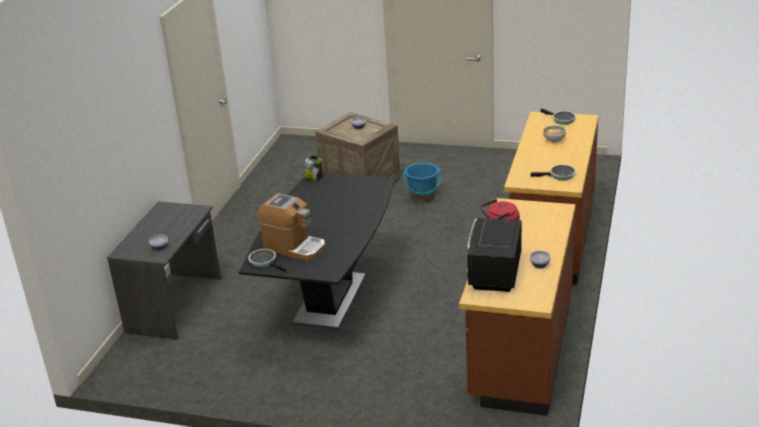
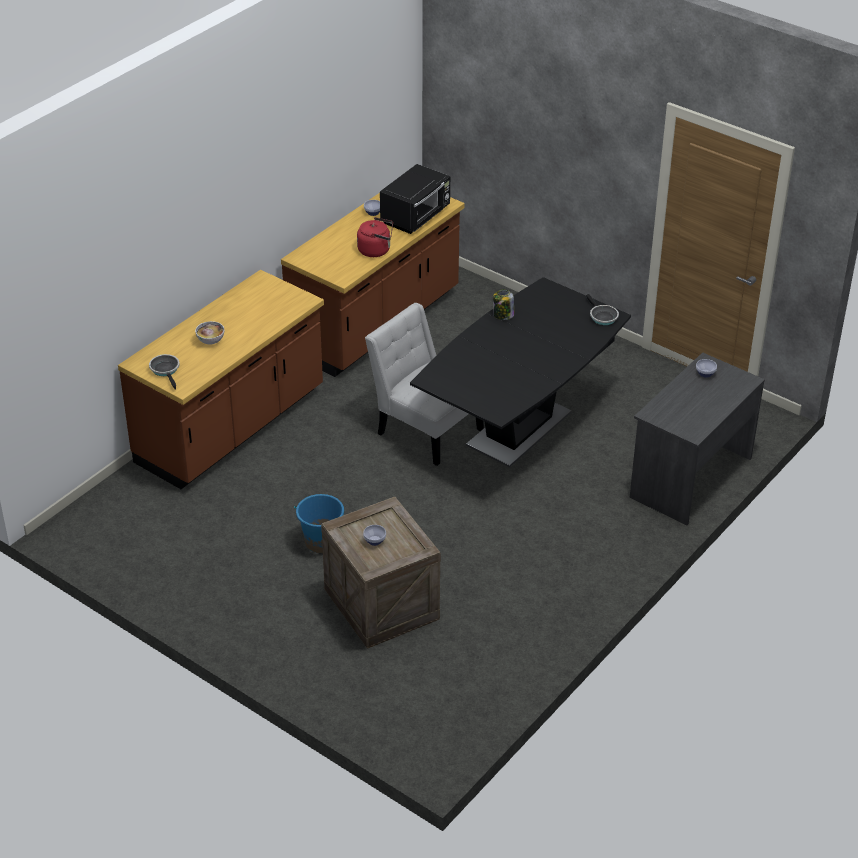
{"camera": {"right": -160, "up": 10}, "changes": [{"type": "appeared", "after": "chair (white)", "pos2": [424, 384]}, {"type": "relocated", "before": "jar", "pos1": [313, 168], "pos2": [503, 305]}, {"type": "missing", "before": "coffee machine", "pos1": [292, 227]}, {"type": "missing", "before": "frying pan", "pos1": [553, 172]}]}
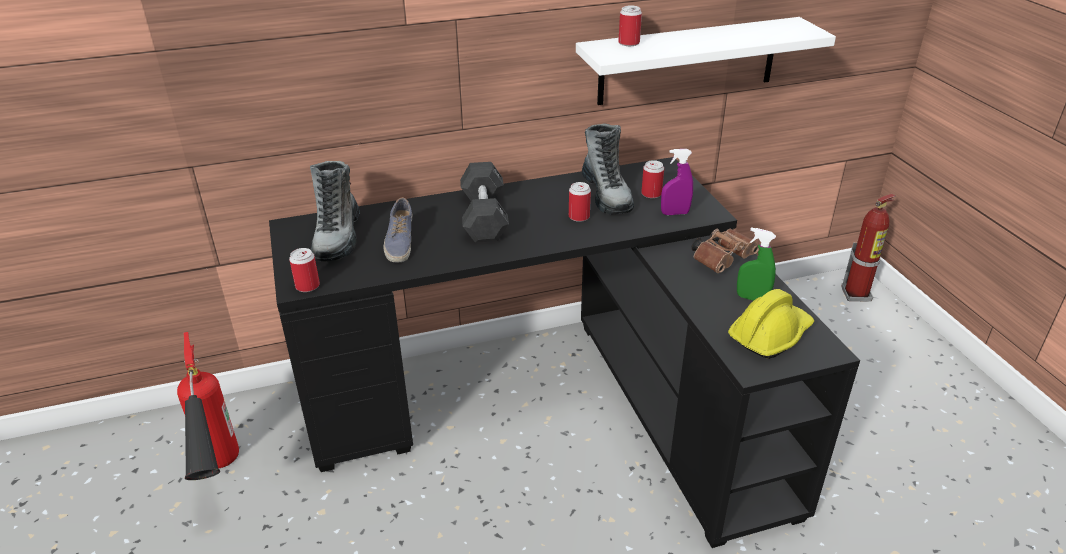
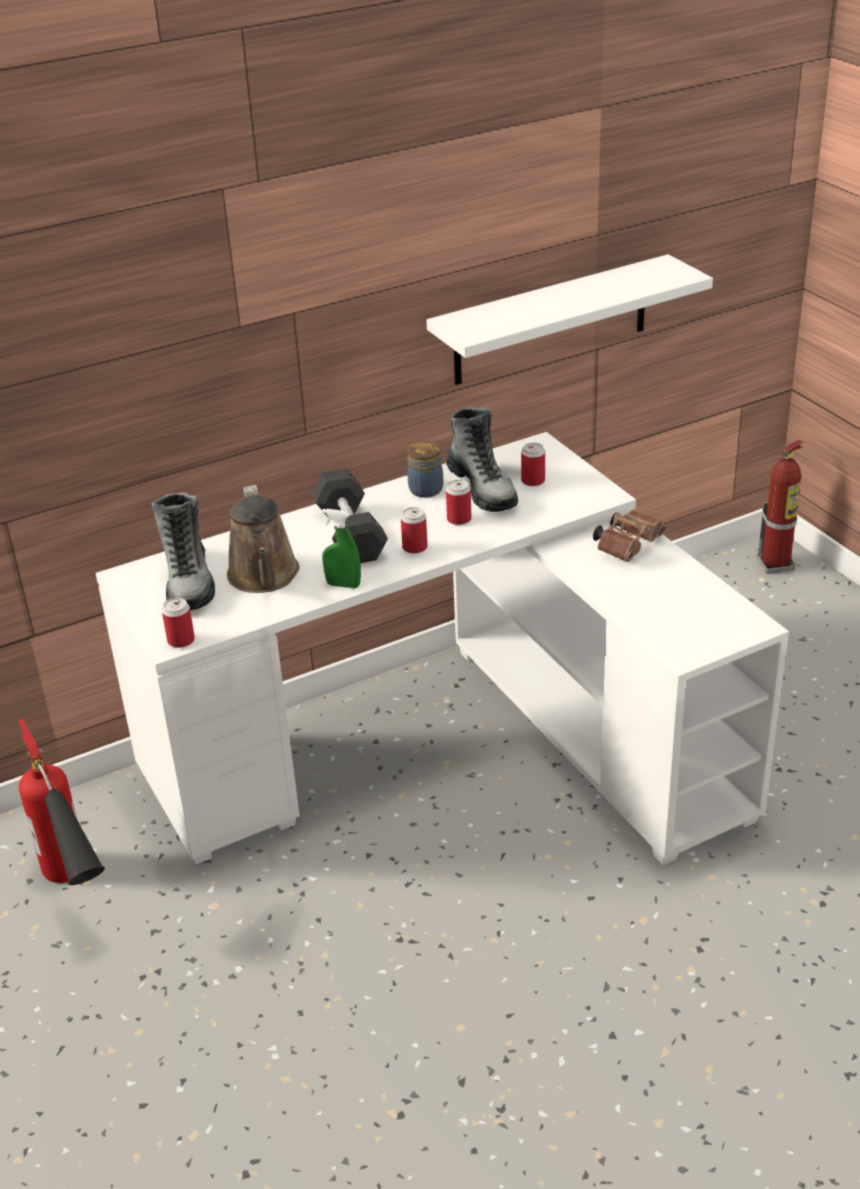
{"camera": {"right": -10, "up": 0}, "changes": [{"type": "colour", "before": "desk (black)", "after": "desk (white)", "pos1": [564, 352], "pos2": [442, 648]}, {"type": "exchanged", "before": "shoe", "after": "watering can (brown)", "pos1": [397, 229], "pos2": [263, 539]}, {"type": "relocated", "before": "spray bottle (green)", "pos1": [756, 264], "pos2": [341, 548]}, {"type": "relocated", "before": "can", "pos1": [630, 25], "pos2": [414, 530]}, {"type": "appeared", "after": "jar", "pos2": [425, 469]}, {"type": "missing", "before": "spray bottle (purple)", "pos1": [677, 182]}, {"type": "missing", "before": "hard hat (yellow)", "pos1": [771, 324]}]}
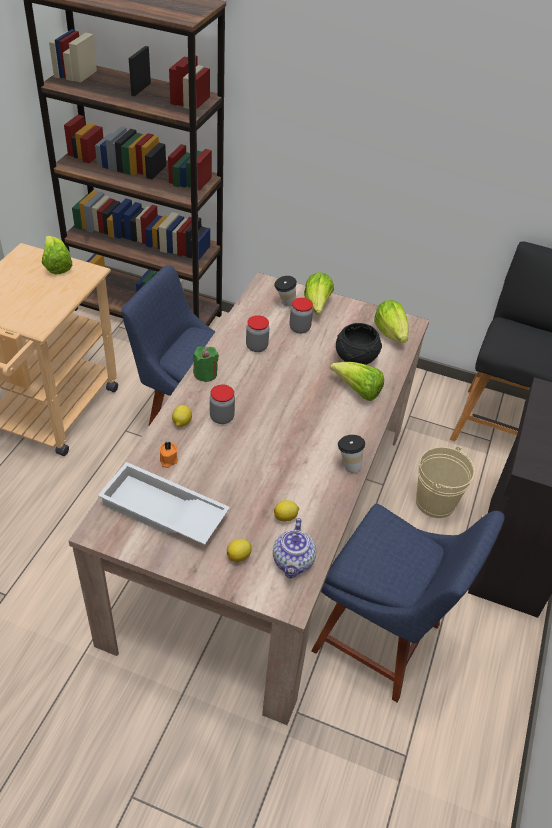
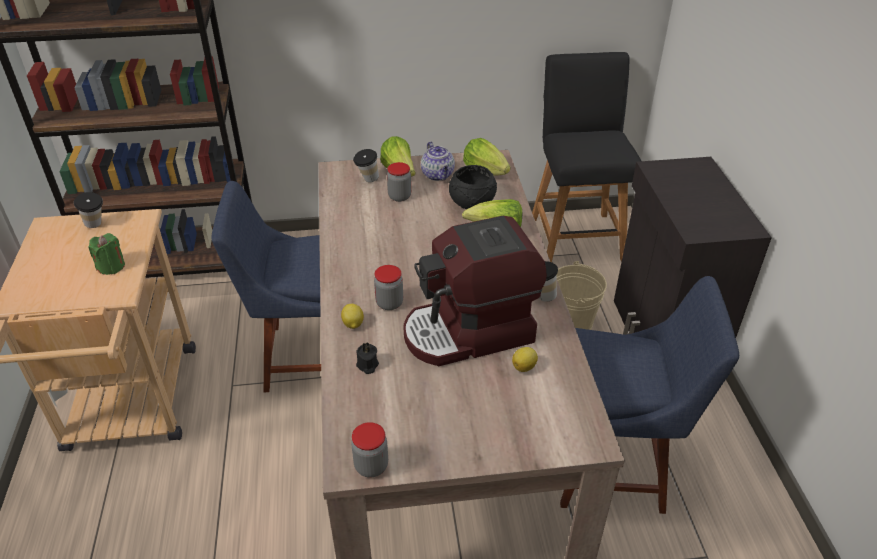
{"camera": {"right": -25, "up": -5}, "changes": [{"type": "exchanged", "before": "lettuce", "after": "cup", "pos1": [57, 255], "pos2": [88, 210]}, {"type": "relocated", "before": "candle (green)", "pos1": [206, 364], "pos2": [106, 254]}, {"type": "relocated", "before": "jar", "pos1": [257, 333], "pos2": [369, 450]}, {"type": "colour", "before": "candle (orange)", "after": "candle (black)", "pos1": [169, 454], "pos2": [367, 358]}, {"type": "appeared", "after": "coffee machine", "pos2": [475, 291]}, {"type": "relocated", "before": "teapot", "pos1": [294, 548], "pos2": [438, 161]}, {"type": "missing", "before": "tray (white)", "pos1": [164, 503]}, {"type": "missing", "before": "lemon", "pos1": [239, 550]}]}
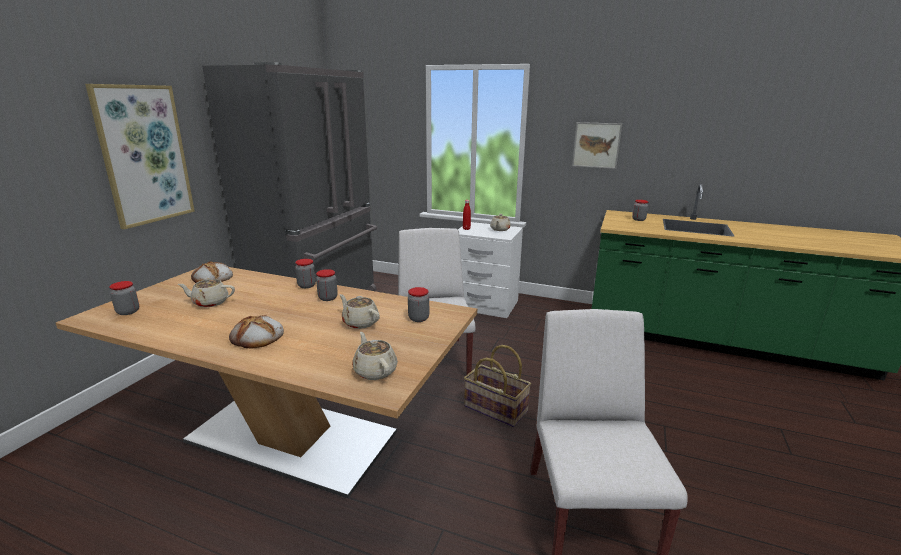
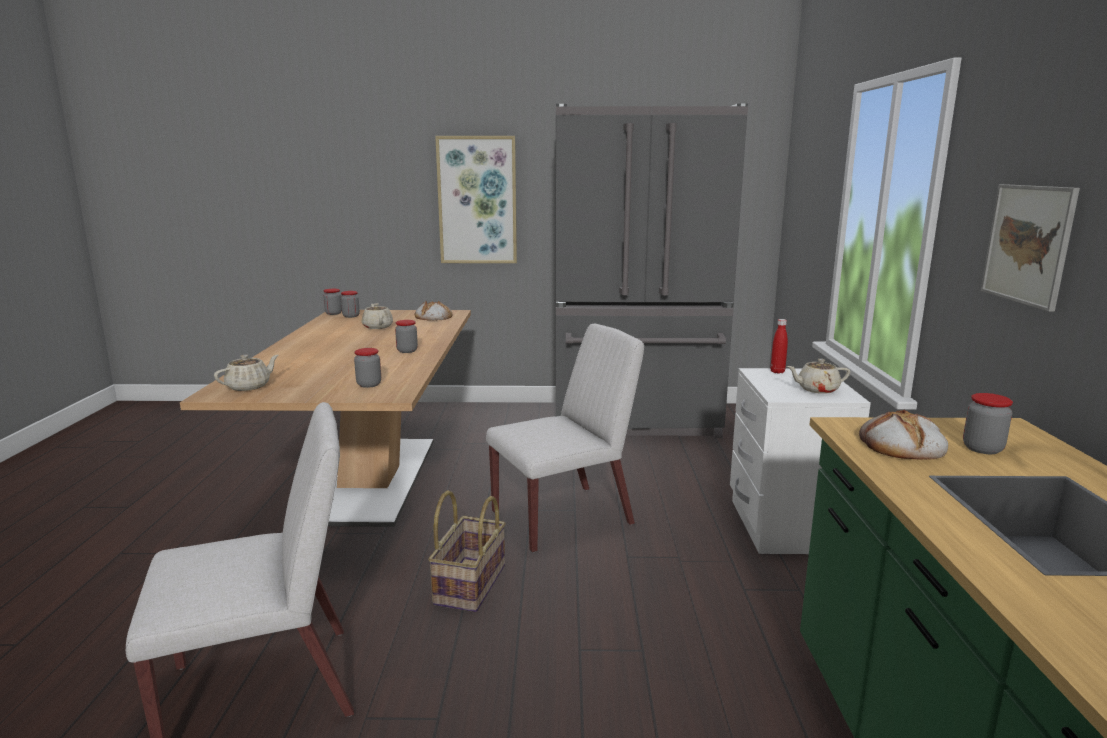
{"camera": {"right": 70, "up": -5}, "changes": [{"type": "relocated", "before": "jar", "pos1": [305, 273], "pos2": [332, 302]}, {"type": "relocated", "before": "bread", "pos1": [256, 332], "pos2": [903, 434]}, {"type": "missing", "before": "teapot (beige)", "pos1": [359, 311]}]}
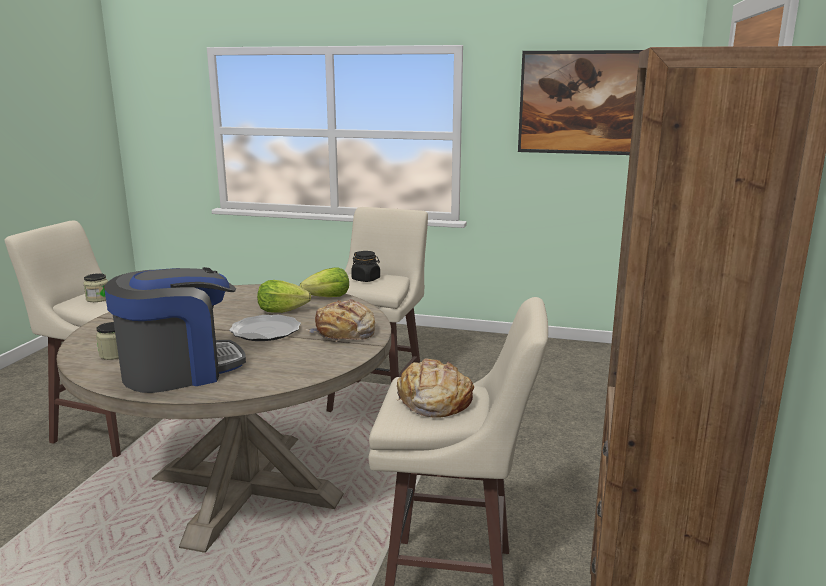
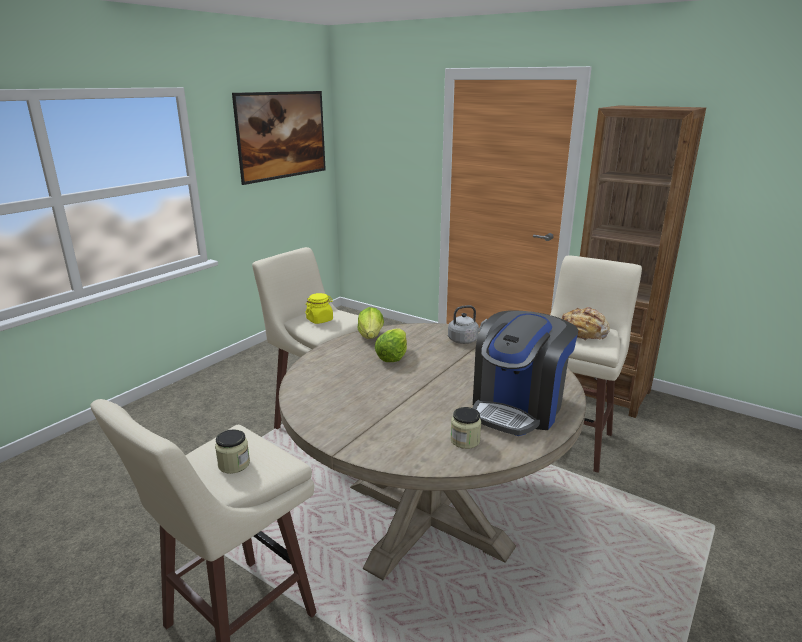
{"camera": {"right": -70, "up": 5}, "changes": [{"type": "colour", "before": "jar (black)", "after": "jar (yellow)", "pos1": [365, 266], "pos2": [319, 308]}, {"type": "exchanged", "before": "bread", "after": "kettle (grey)", "pos1": [340, 320], "pos2": [467, 324]}, {"type": "spun", "before": "coffee machine", "pos1": [175, 330], "pos2": [525, 373], "turn": -135}, {"type": "missing", "before": "plate", "pos1": [265, 328]}]}
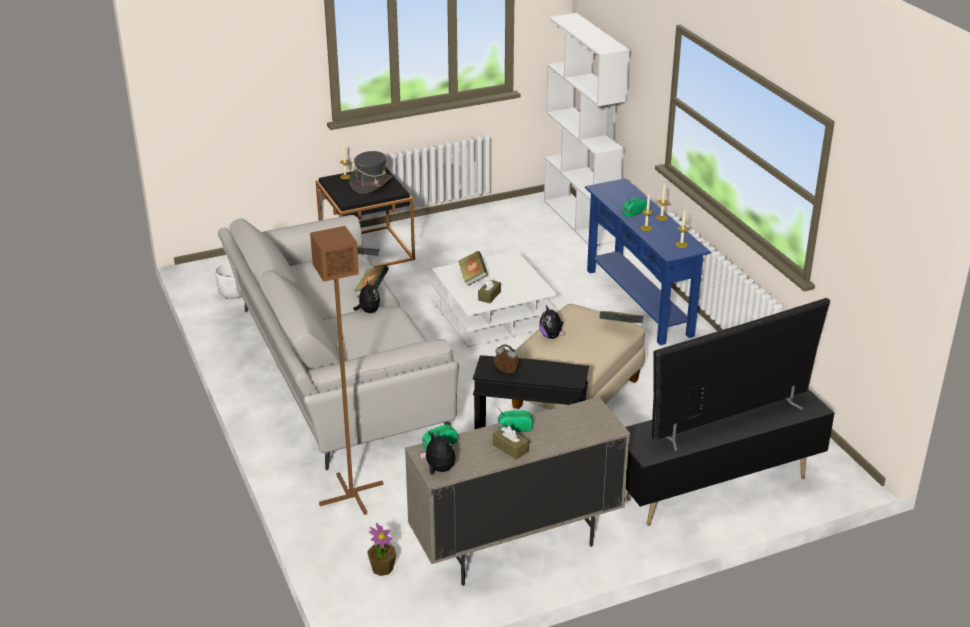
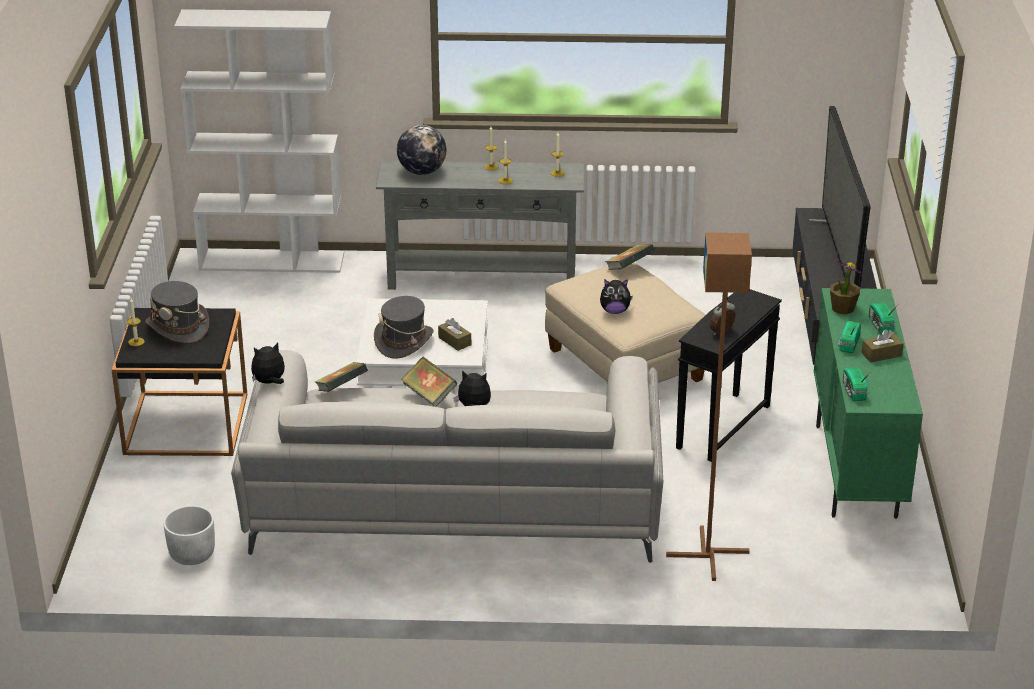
{"camera": {"right": -65, "up": 0}, "changes": [{"type": "relocated", "before": "plush toy", "pos1": [437, 453], "pos2": [268, 363]}, {"type": "exchanged", "before": "book", "after": "hat (grey)", "pos1": [473, 268], "pos2": [404, 327]}, {"type": "colour", "before": "console table (blue)", "after": "console table (grey)", "pos1": [648, 261], "pos2": [480, 225]}, {"type": "appeared", "after": "globe", "pos2": [421, 150]}, {"type": "colour", "before": "cabinet (beige)", "after": "cabinet (green)", "pos1": [517, 491], "pos2": [867, 403]}, {"type": "relocated", "before": "potted plant", "pos1": [381, 549], "pos2": [846, 287]}, {"type": "relocated", "before": "radio", "pos1": [634, 207], "pos2": [883, 318]}]}
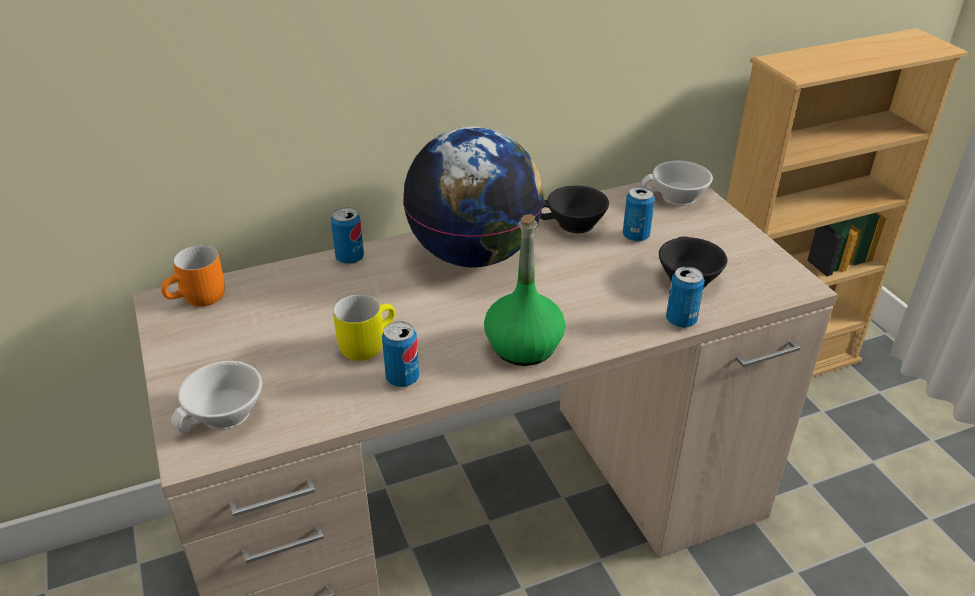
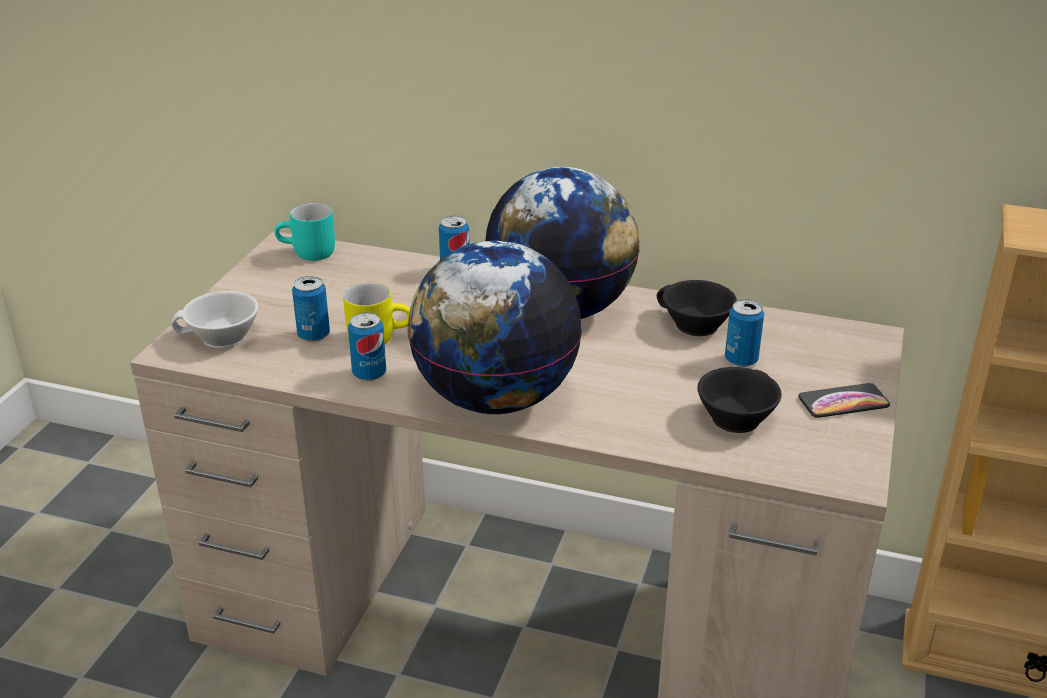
{"camera": {"right": 40, "up": -5}, "changes": [{"type": "colour", "before": "mug (orange)", "after": "mug (turquoise)", "pos1": [193, 276], "pos2": [305, 232]}, {"type": "relocated", "before": "can", "pos1": [685, 297], "pos2": [311, 309]}, {"type": "exchanged", "before": "bottle (green)", "after": "globe", "pos1": [524, 290], "pos2": [494, 327]}, {"type": "appeared", "after": "phone", "pos2": [844, 400]}, {"type": "missing", "before": "cup (white)", "pos1": [677, 183]}]}
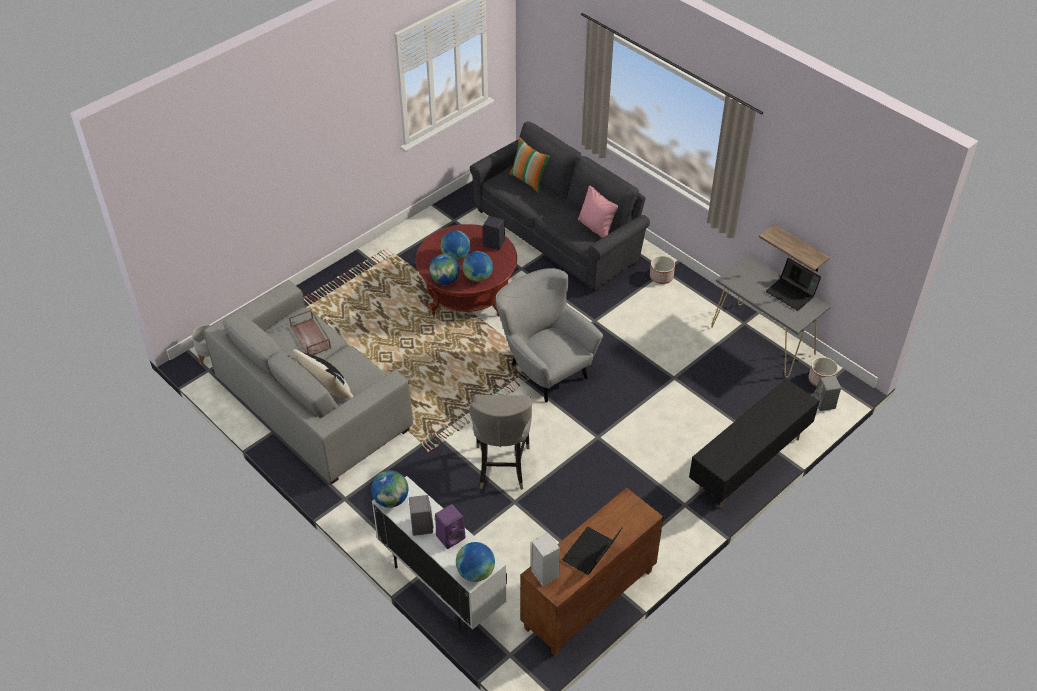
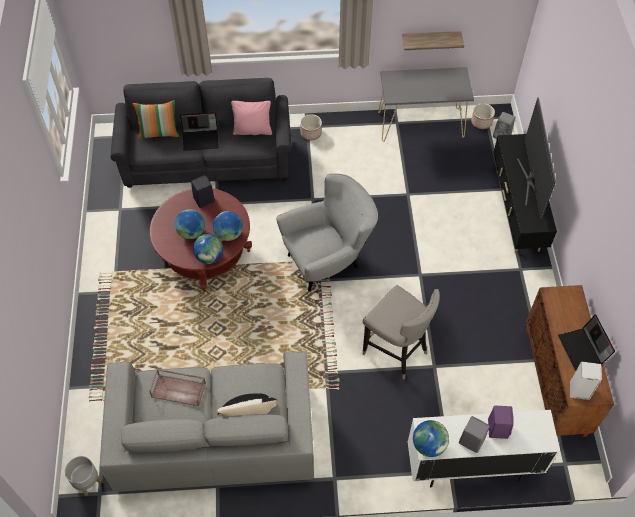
{"camera": {"right": -50, "up": 10}, "changes": [{"type": "relocated", "before": "laptop", "pos1": [793, 284], "pos2": [199, 131]}, {"type": "spun", "before": "armchair (grey)", "pos1": [549, 335], "pos2": [327, 232], "turn": 150}, {"type": "appeared", "after": "television", "pos2": [536, 158]}, {"type": "missing", "before": "globe", "pos1": [475, 562]}]}
